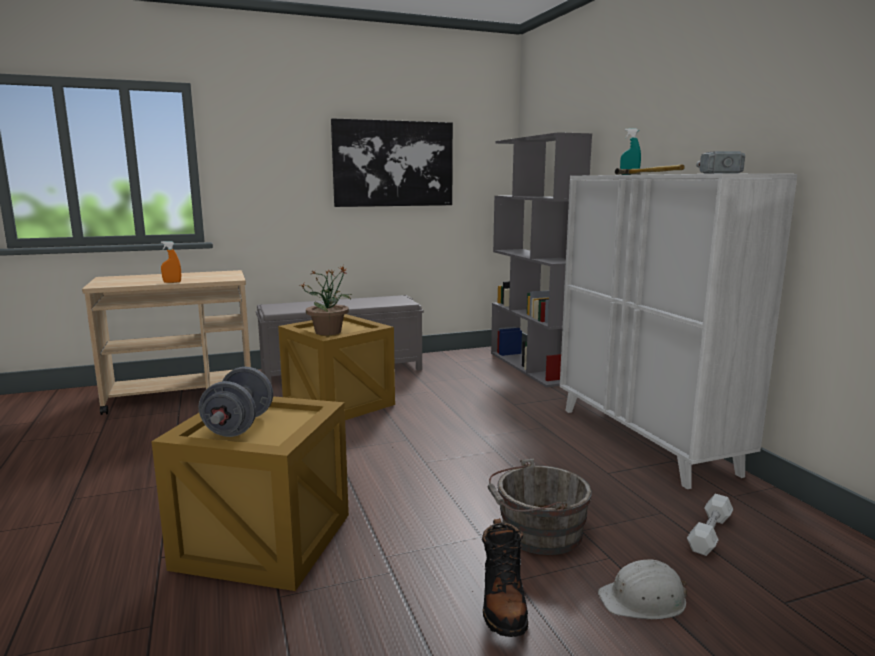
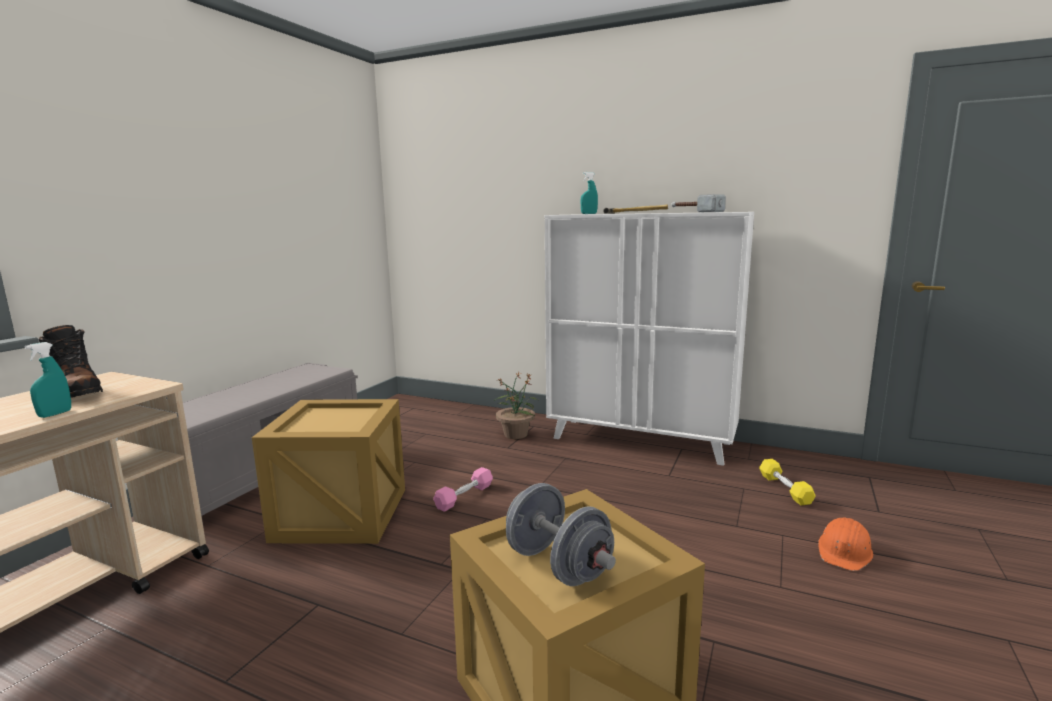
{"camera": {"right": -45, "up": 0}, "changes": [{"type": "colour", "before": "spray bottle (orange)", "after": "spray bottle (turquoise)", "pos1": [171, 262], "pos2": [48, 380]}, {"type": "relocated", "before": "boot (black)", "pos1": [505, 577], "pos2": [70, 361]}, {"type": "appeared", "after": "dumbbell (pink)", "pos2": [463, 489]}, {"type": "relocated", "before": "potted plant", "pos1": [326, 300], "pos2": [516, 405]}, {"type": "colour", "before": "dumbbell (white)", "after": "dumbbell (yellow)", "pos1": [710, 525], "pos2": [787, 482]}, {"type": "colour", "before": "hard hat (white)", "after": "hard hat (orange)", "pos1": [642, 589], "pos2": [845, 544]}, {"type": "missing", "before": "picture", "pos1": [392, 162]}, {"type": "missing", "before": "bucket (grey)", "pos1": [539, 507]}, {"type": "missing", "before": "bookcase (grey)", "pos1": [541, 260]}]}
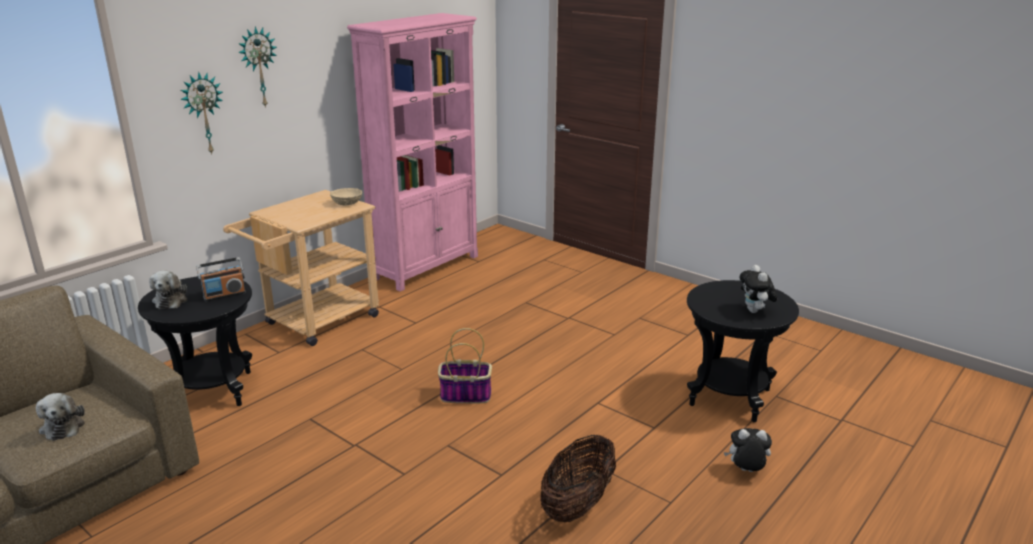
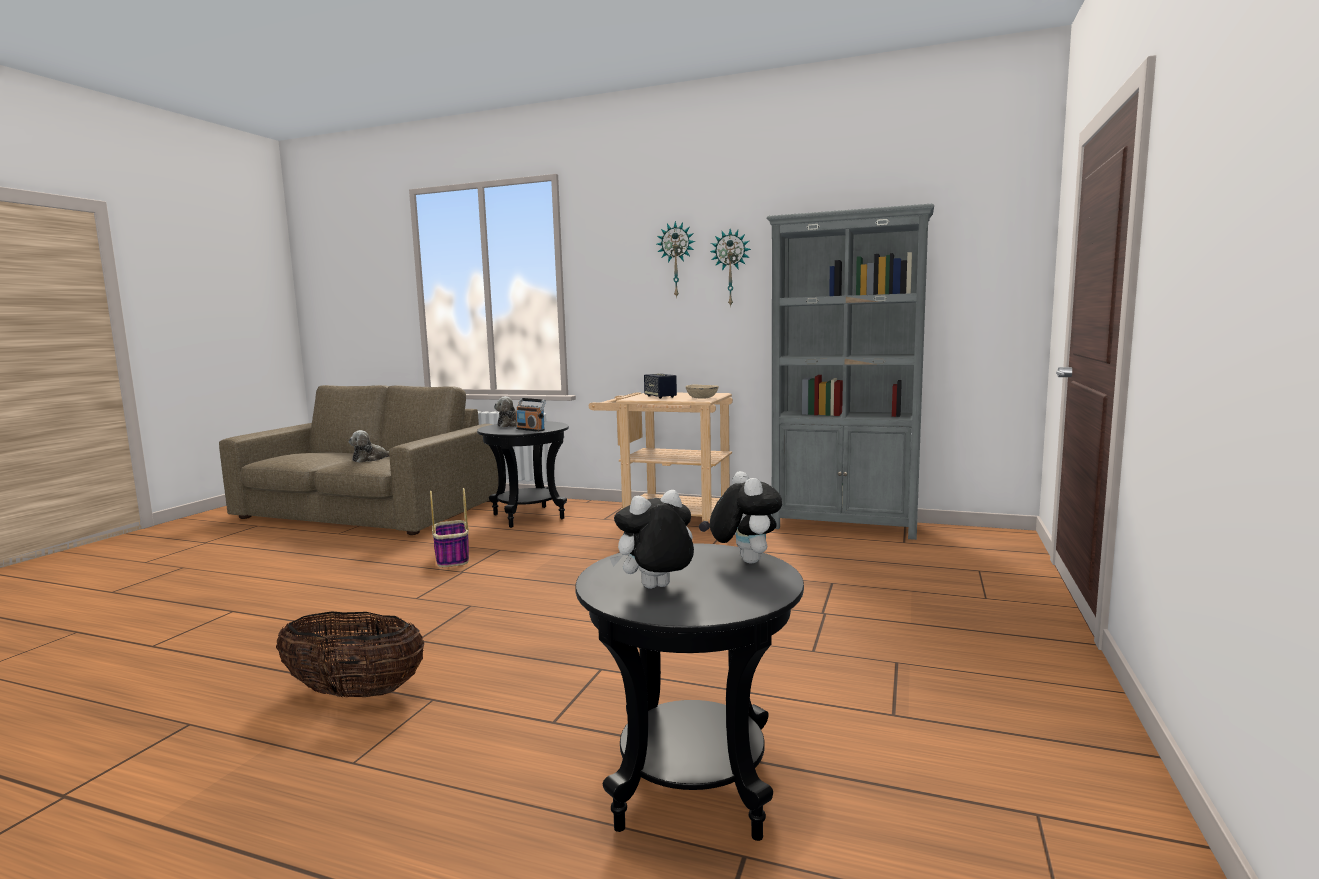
{"camera": {"right": 70, "up": -15}, "changes": [{"type": "relocated", "before": "basket", "pos1": [465, 365], "pos2": [449, 527]}, {"type": "appeared", "after": "speaker", "pos2": [660, 386]}, {"type": "relocated", "before": "wall clock", "pos1": [201, 113], "pos2": [730, 268]}, {"type": "relocated", "before": "plush toy", "pos1": [748, 450], "pos2": [746, 517]}, {"type": "colour", "before": "bookcase (pink)", "after": "bookcase (grey)", "pos1": [412, 152], "pos2": [850, 372]}]}
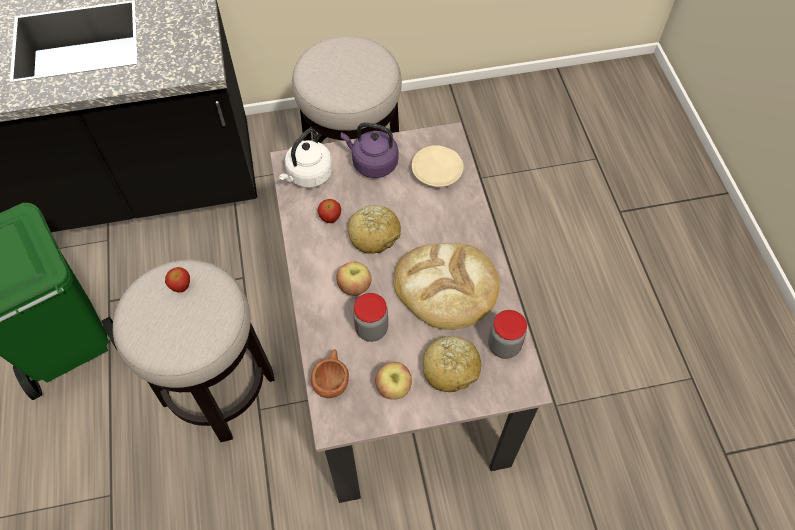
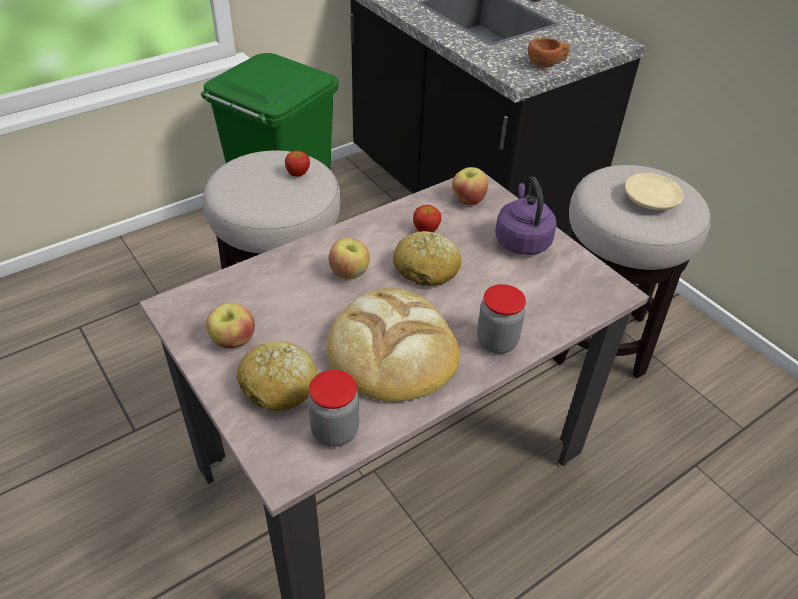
{"camera": {"right": 65, "up": -15}, "changes": [{"type": "exchanged", "before": "kettle (white)", "after": "apple", "pos1": [306, 158], "pos2": [470, 186]}, {"type": "relocated", "before": "jar", "pos1": [370, 317], "pos2": [501, 319]}, {"type": "relocated", "before": "cup (brown)", "pos1": [330, 373], "pos2": [549, 52]}, {"type": "relocated", "before": "plate (beige)", "pos1": [438, 166], "pos2": [654, 191]}]}
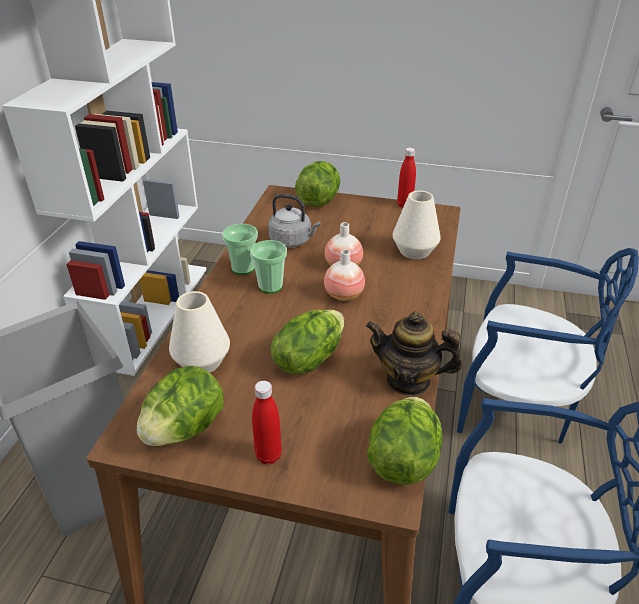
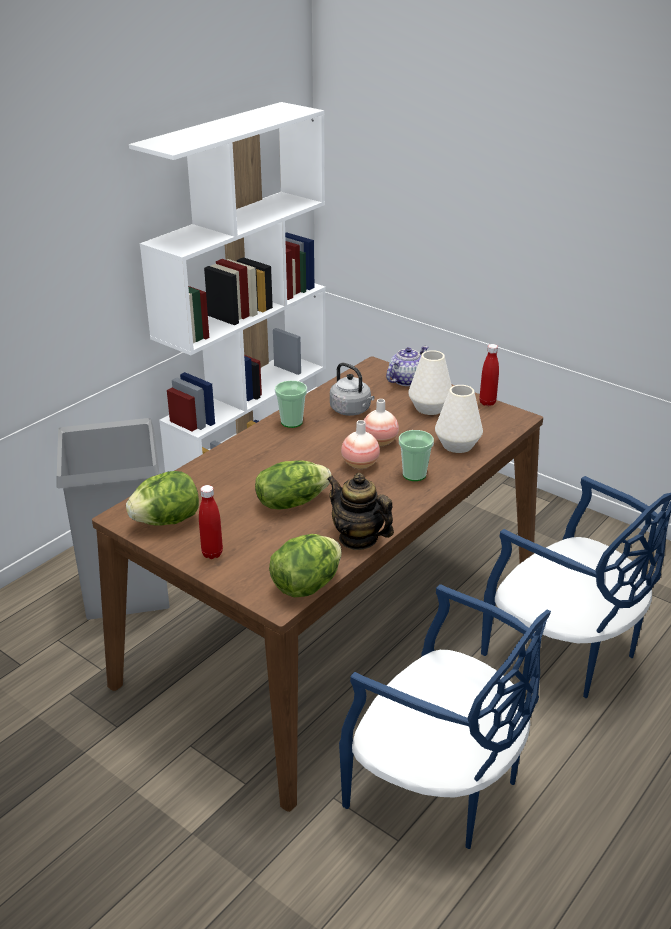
{"camera": {"right": 25, "up": -5}, "changes": [{"type": "exchanged", "before": "lettuce", "after": "teapot", "pos1": [317, 184], "pos2": [407, 366]}, {"type": "relocated", "before": "cup", "pos1": [268, 266], "pos2": [416, 455]}, {"type": "relocated", "before": "vase (white)", "pos1": [199, 332], "pos2": [430, 382]}]}
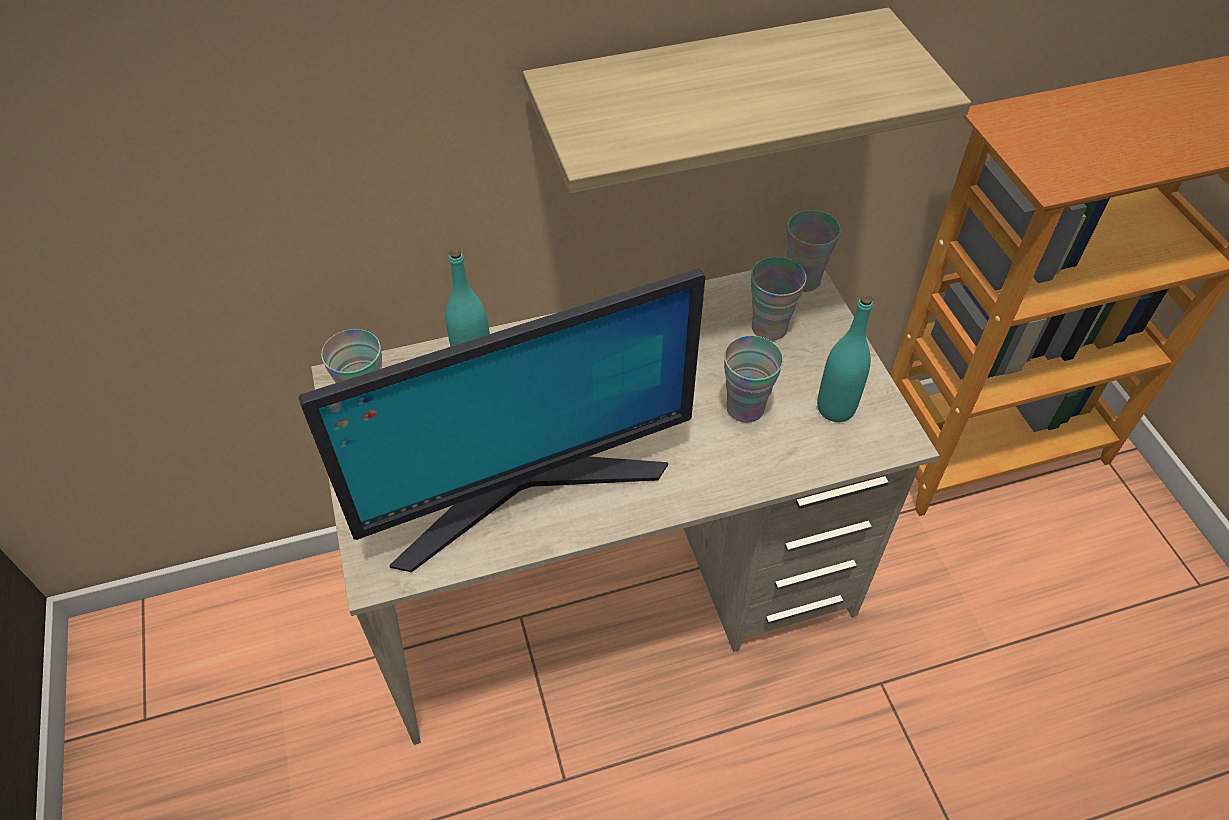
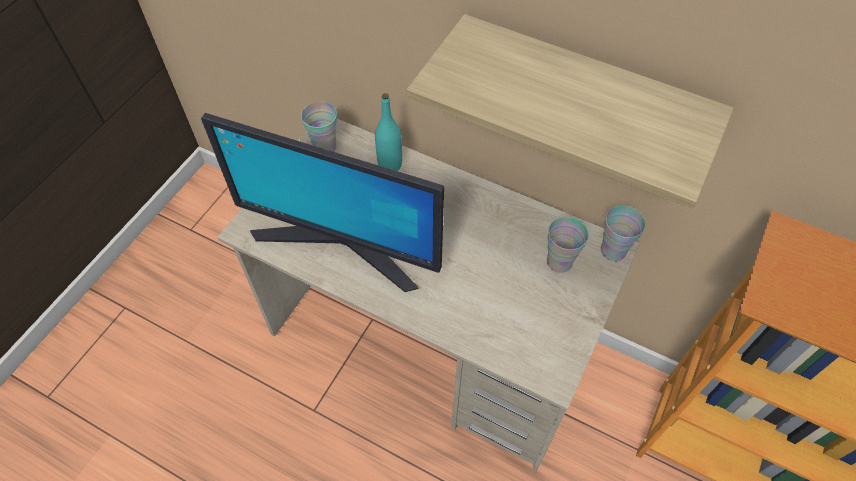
{"camera": {"right": 45, "up": 5}, "changes": [{"type": "missing", "before": "cup", "pos1": [753, 379]}, {"type": "missing", "before": "bottle (turquoise)", "pos1": [845, 358]}]}
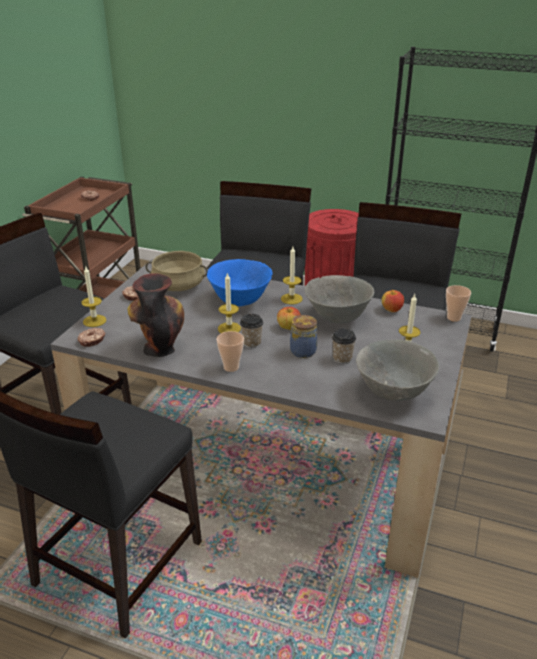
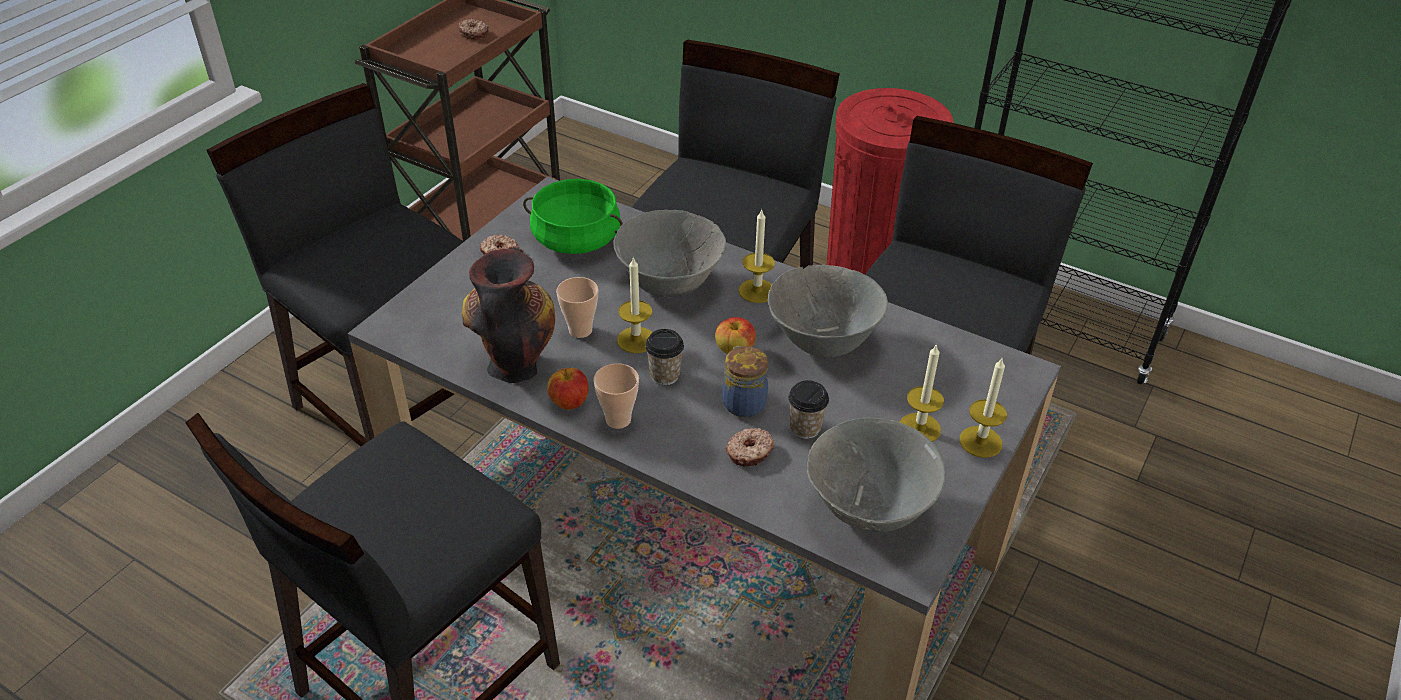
{"camera": {"right": 10, "up": 10}, "changes": [{"type": "colour", "before": "cooking pot (beige)", "after": "cooking pot (green)", "pos1": [177, 271], "pos2": [573, 216]}, {"type": "relocated", "before": "apple", "pos1": [393, 300], "pos2": [567, 389]}, {"type": "relocated", "before": "cup", "pos1": [458, 303], "pos2": [577, 307]}, {"type": "colour", "before": "bowl (blue)", "after": "bowl (grey)", "pos1": [239, 282], "pos2": [669, 253]}, {"type": "relocated", "before": "donut", "pos1": [92, 337], "pos2": [750, 447]}, {"type": "relocated", "before": "candle", "pos1": [93, 296], "pos2": [983, 408]}]}
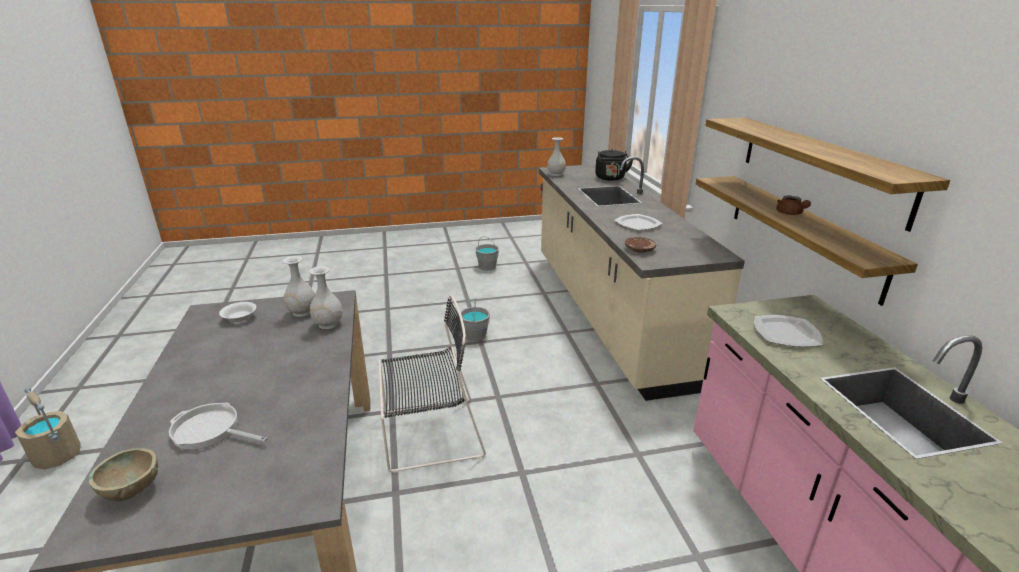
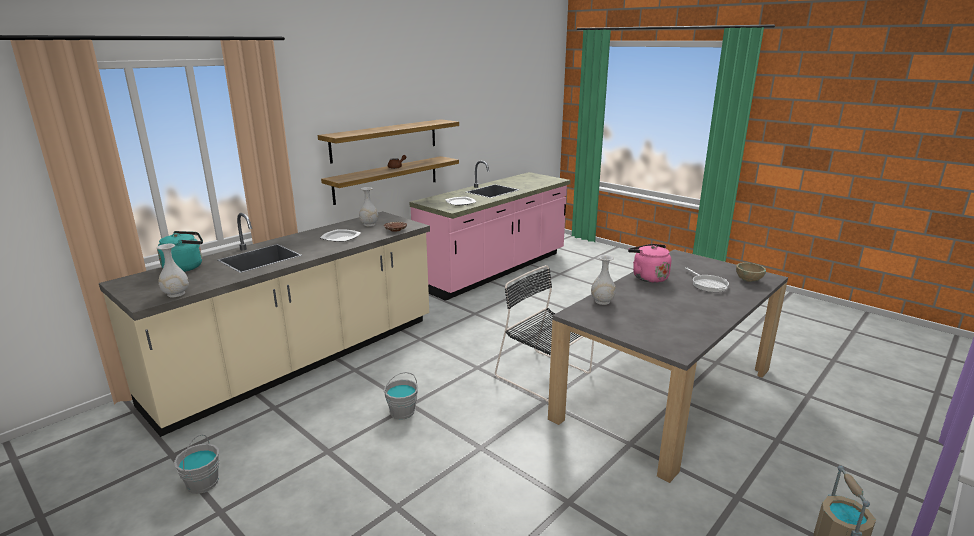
{"camera": {"right": -125, "up": -5}, "changes": [{"type": "colour", "before": "kettle (black)", "after": "kettle (turquoise)", "pos1": [614, 165], "pos2": [180, 251]}, {"type": "relocated", "before": "vase (white)", "pos1": [299, 286], "pos2": [368, 206]}, {"type": "appeared", "after": "kettle (pink)", "pos2": [649, 263]}, {"type": "missing", "before": "bowl (white)", "pos1": [237, 312]}]}
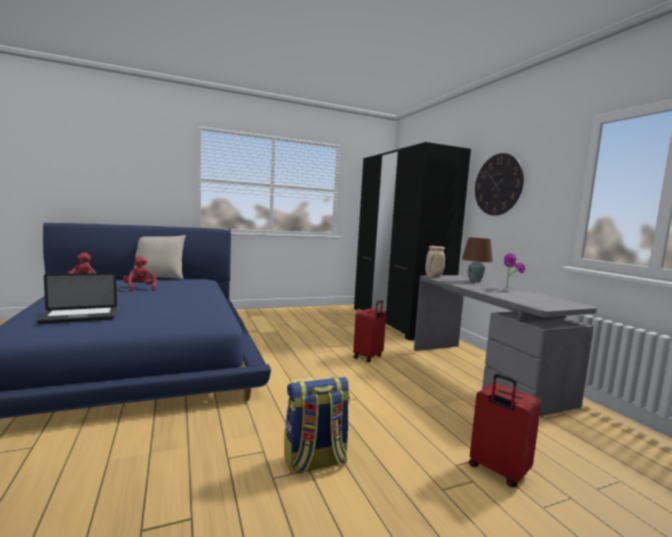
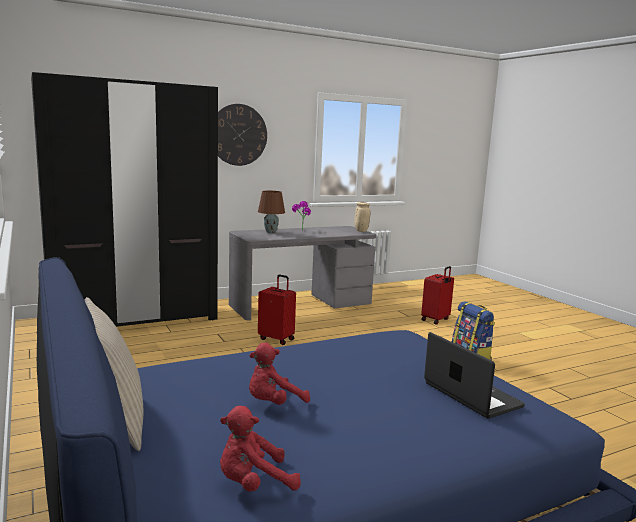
{"camera": {"right": -95, "up": 5}, "changes": [{"type": "relocated", "before": "vase (beige)", "pos1": [435, 261], "pos2": [362, 217]}]}
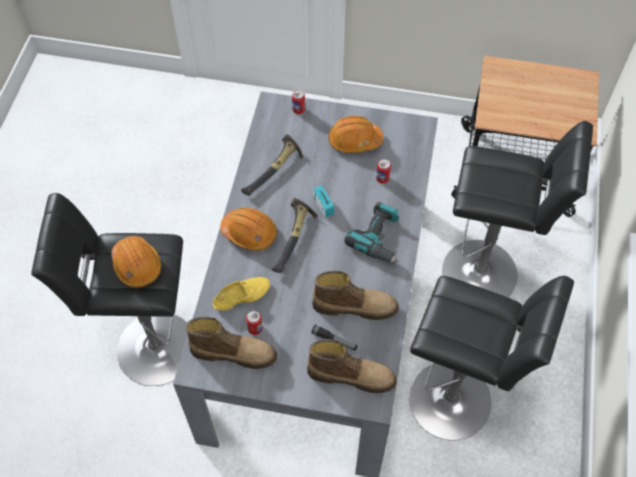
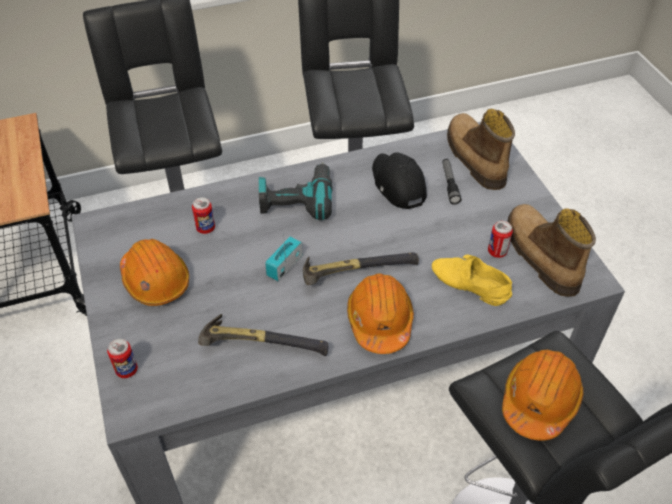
{"camera": {"right": -120, "up": -10}, "changes": [{"type": "exchanged", "before": "boot", "after": "cap (black)", "pos1": [355, 295], "pos2": [399, 180]}]}
